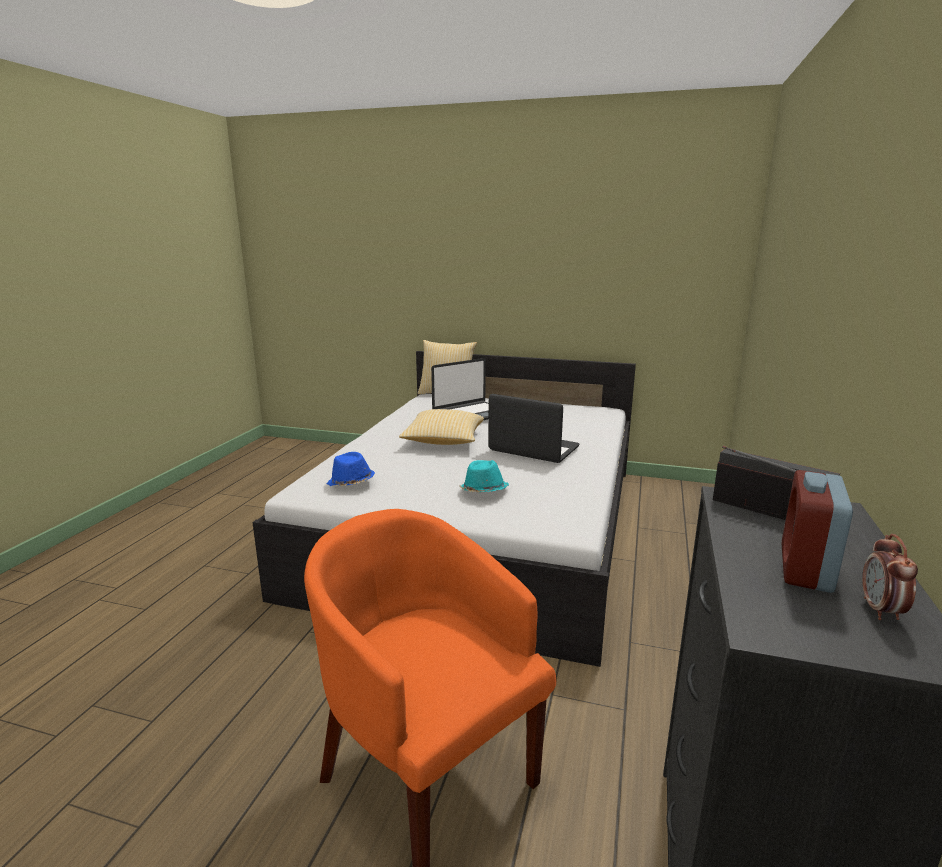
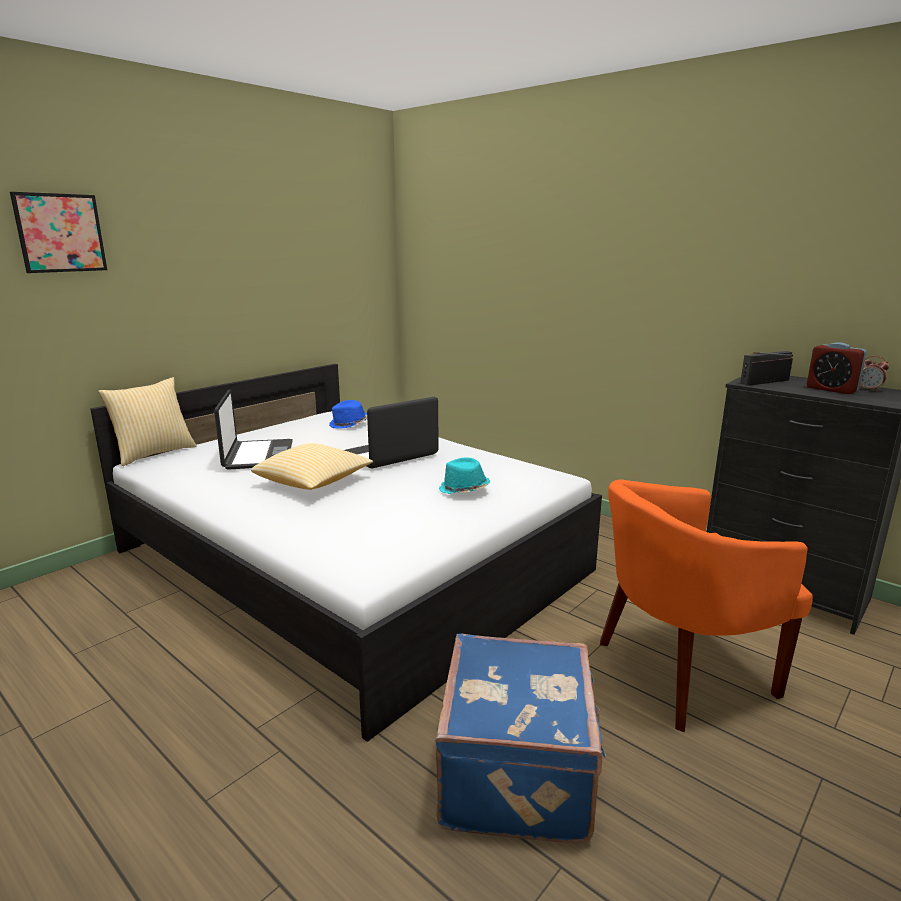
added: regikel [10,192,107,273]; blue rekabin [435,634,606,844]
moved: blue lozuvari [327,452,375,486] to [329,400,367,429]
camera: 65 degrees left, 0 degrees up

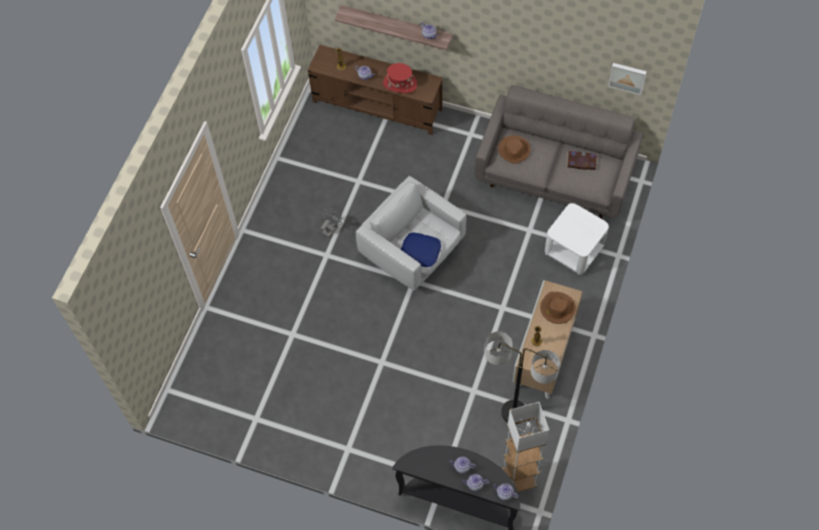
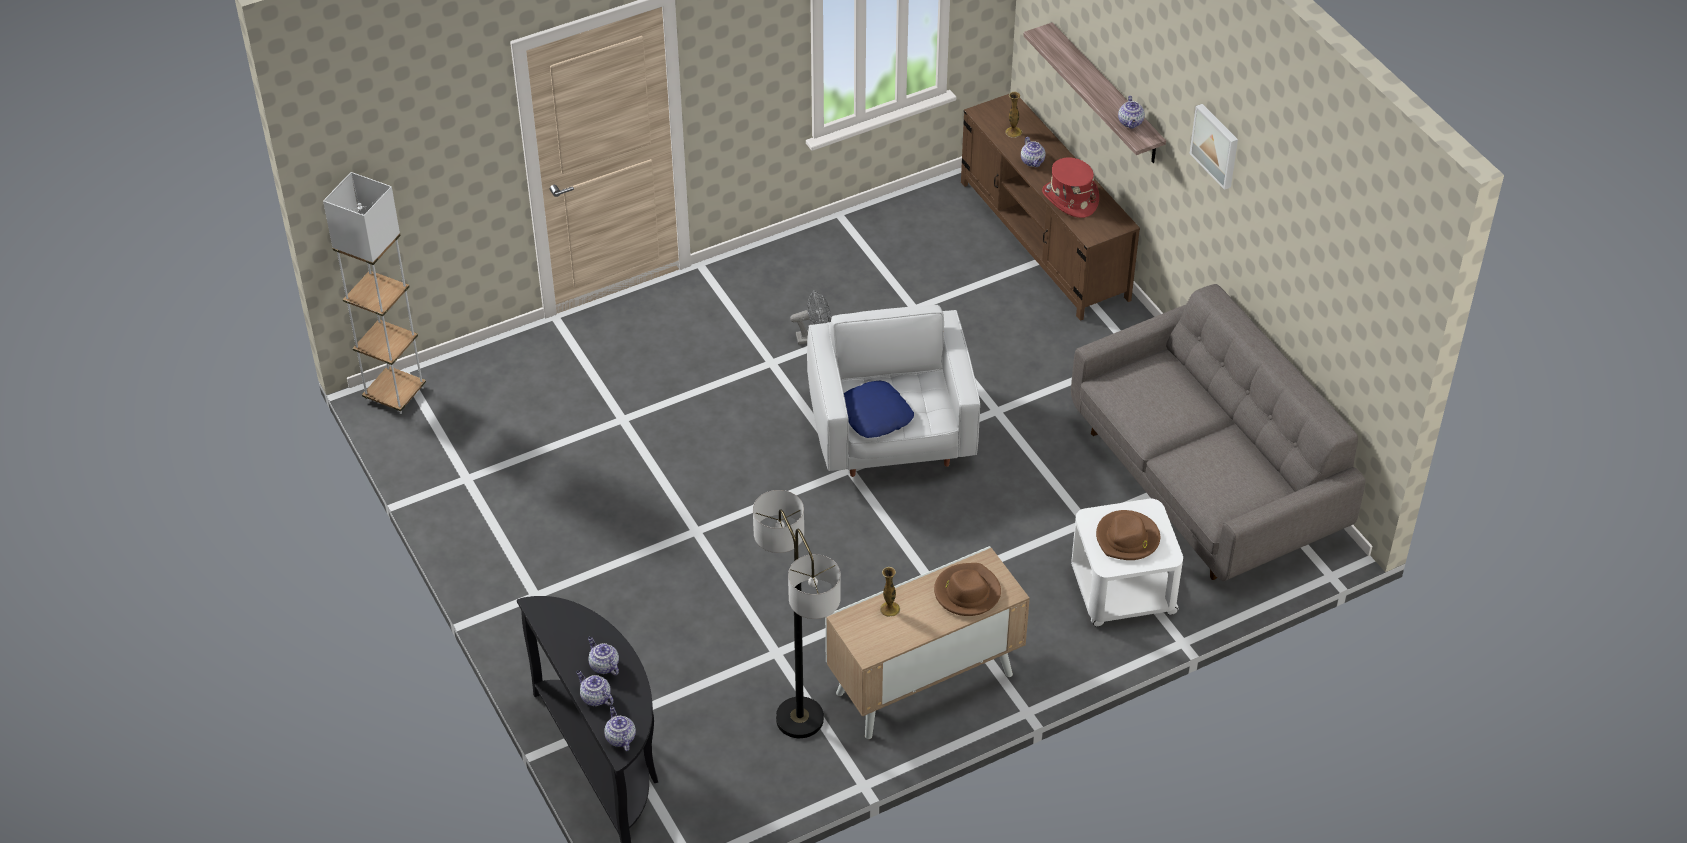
removed: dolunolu [567,151,597,170]
moved: regikel [608,63,647,95] to [1190,104,1238,190]; brown lozuvari [498,135,531,164] to [1096,510,1160,560]; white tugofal [502,402,549,492] to [323,172,426,414]
camera: 40 degrees right, 15 degrees down

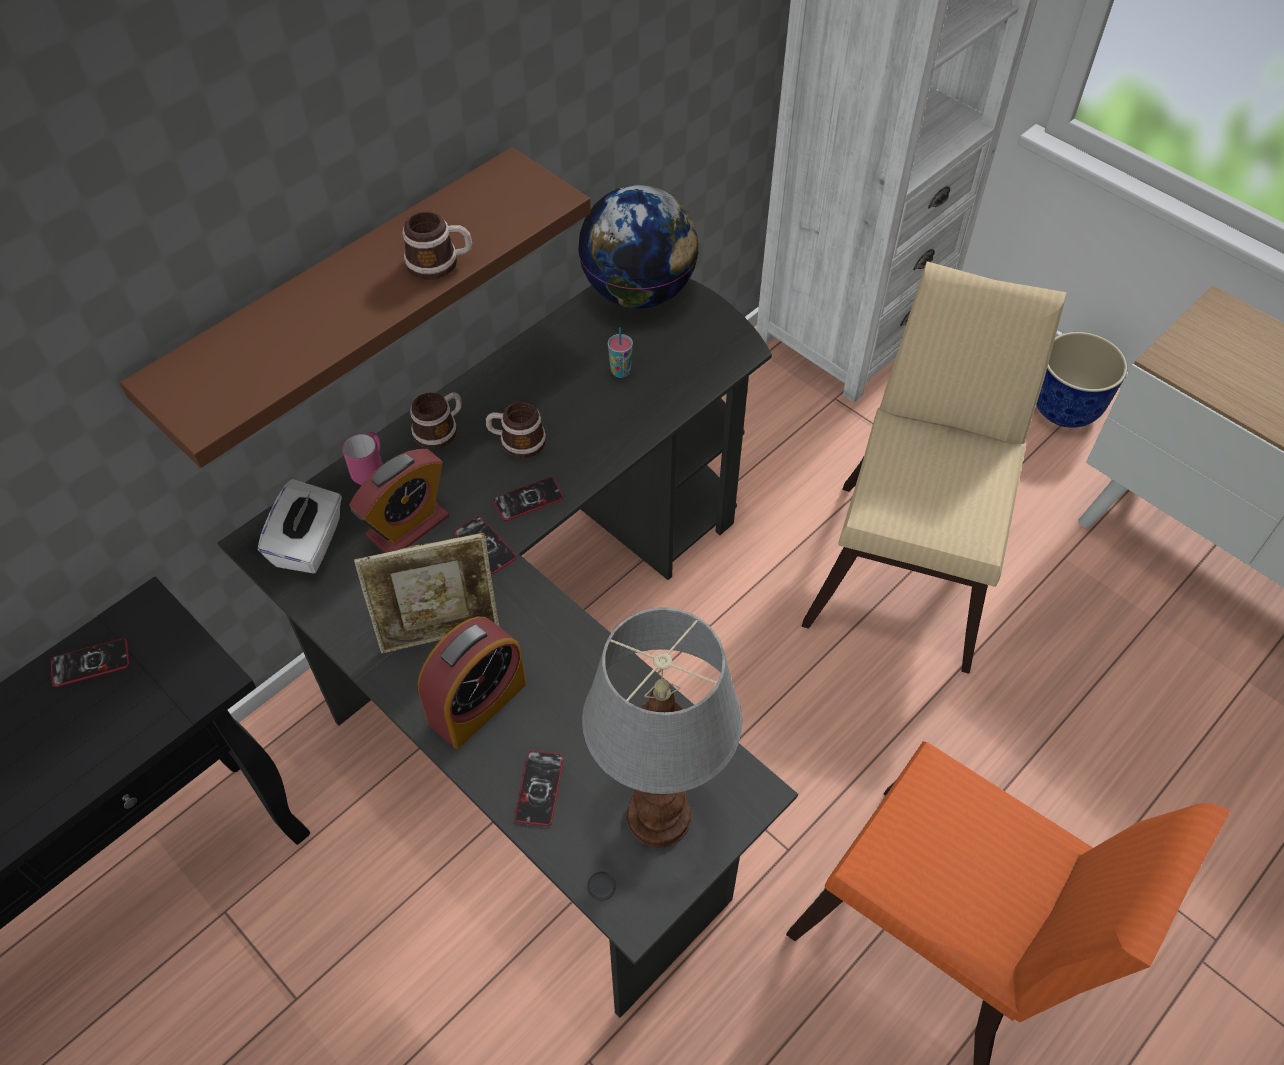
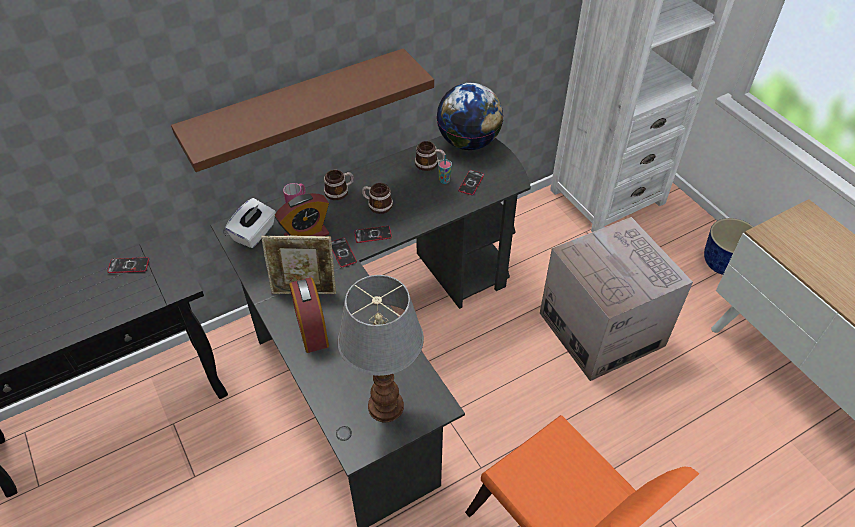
moved: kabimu [402,211,472,280] to [415,141,445,171]; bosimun [515,750,564,826] to [458,170,484,195]
replaced: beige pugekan [802,261,1066,674] to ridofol [540,217,693,381]
turned: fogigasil [417,617,526,749] = [289,277,329,353] 105 degrees clockwise
camera: 15 degrees right, 5 degrees down

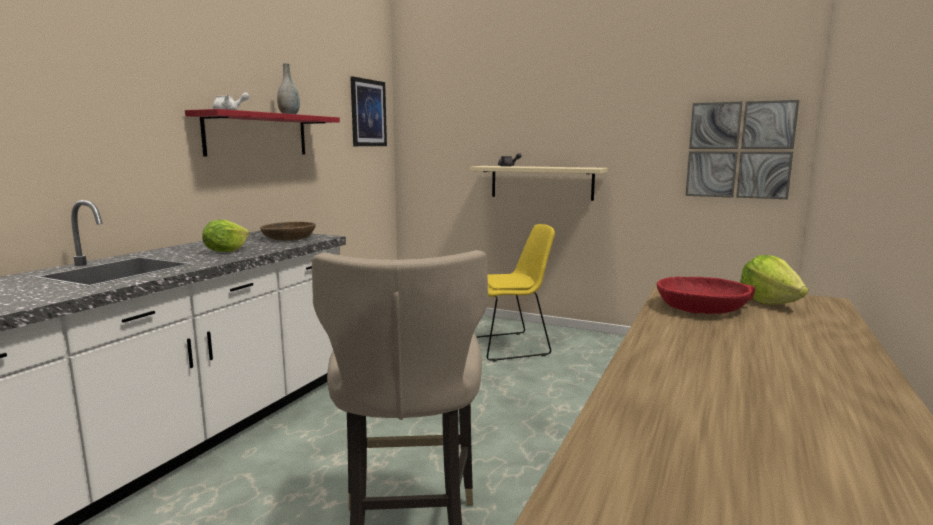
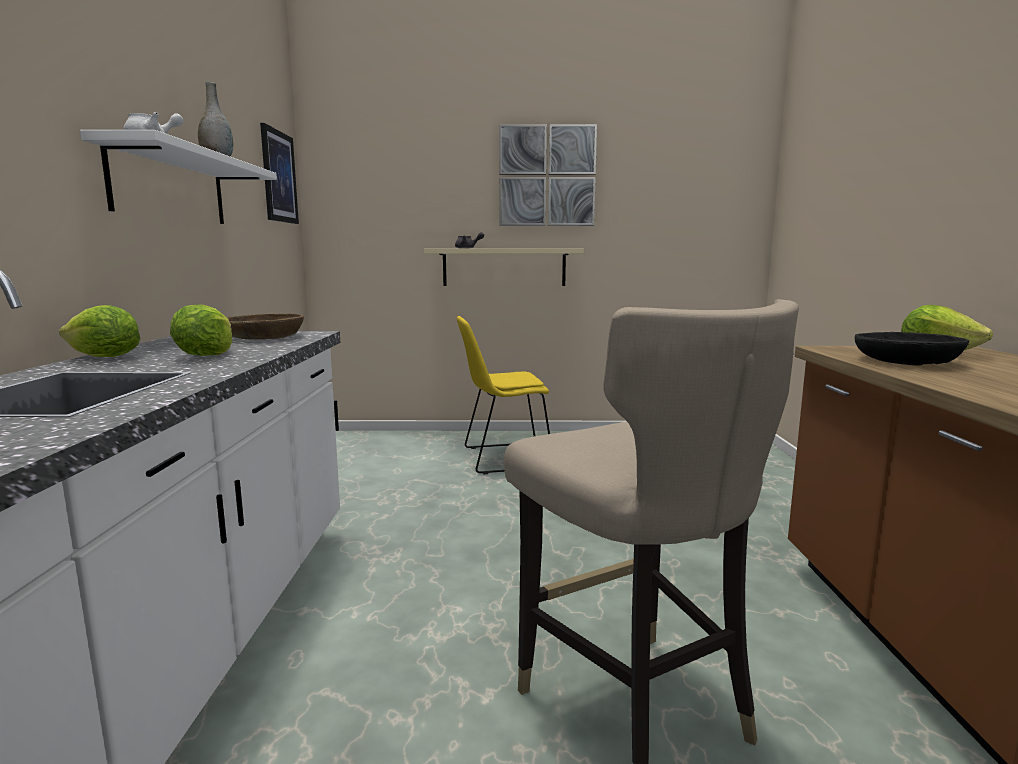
added: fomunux [59,305,141,357]
moved: regikel [685,100,799,199] to [499,124,597,226]
recoloured: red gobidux [185,109,340,156] to white gobidux [80,130,277,224]; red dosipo [657,277,755,314] to black dosipo [855,332,969,366]
turned: yellow pugekan [476,224,555,362] = [457,316,550,474] 150 degrees counterclockwise
camera: 25 degrees left, 0 degrees up

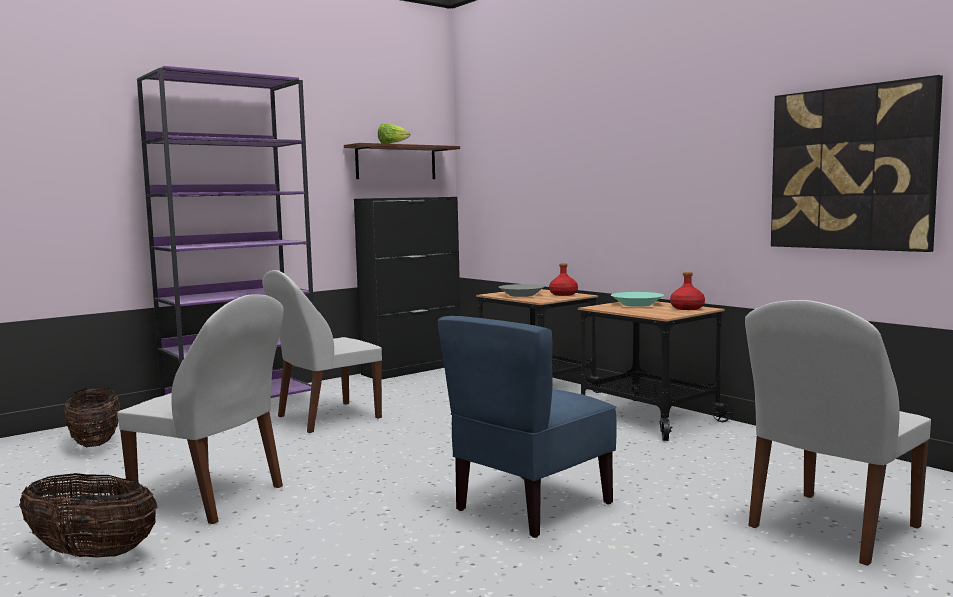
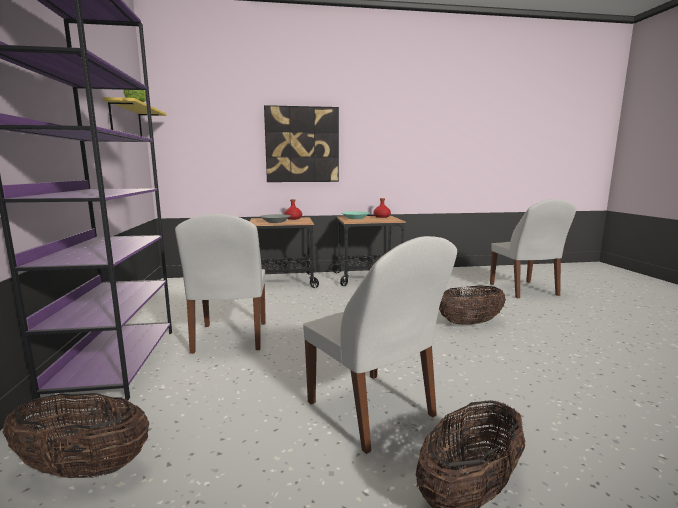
removed: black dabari [354,197,461,379]
moved: regikel [771,75,943,252] to [264,105,339,182]
replaced: blue pugekan [438,316,617,538] to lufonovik [439,285,506,325]
recoloured: brown gobidux [344,143,460,179] to yellow gobidux [103,97,167,137]
turned: white pugekan [117,294,284,524] = [303,236,457,454] 90 degrees clockwise
camera: 60 degrees left, 5 degrees up

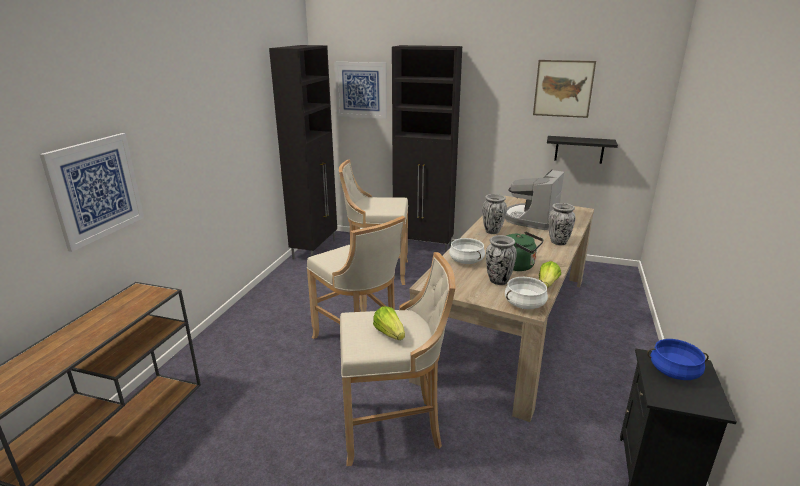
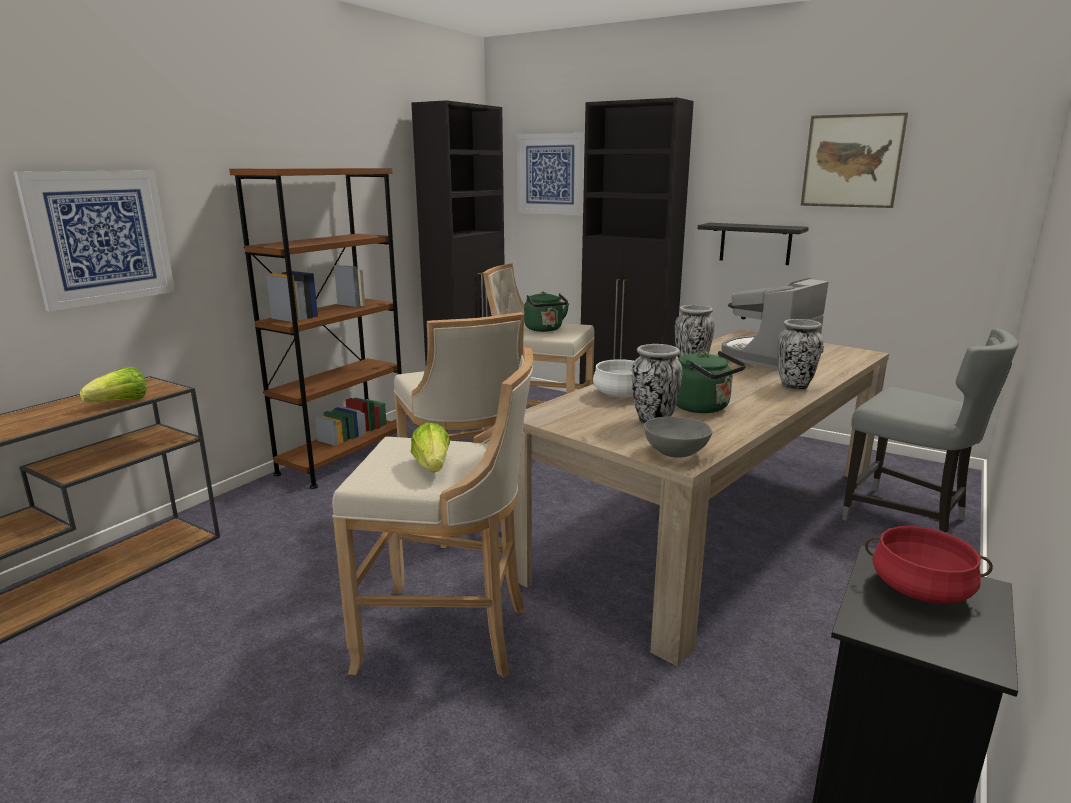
added: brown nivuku [229,168,402,489]; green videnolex [524,292,569,332]; grey pugekan [842,328,1018,533]
moved: black gobidux [547,136,618,164] to [698,223,809,265]; fomunux [539,261,561,288] to [79,367,147,402]
replaced: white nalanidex [505,277,548,309] to grey dosipo [644,416,713,458]
recoloured: blue nalanidex [647,339,709,380] to red nalanidex [865,526,993,604]
camera: 15 degrees right, 5 degrees down

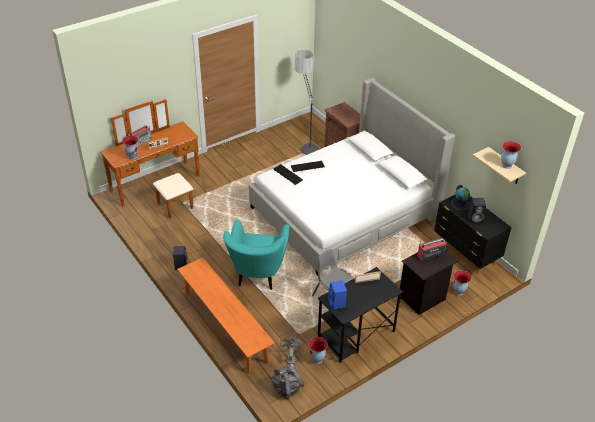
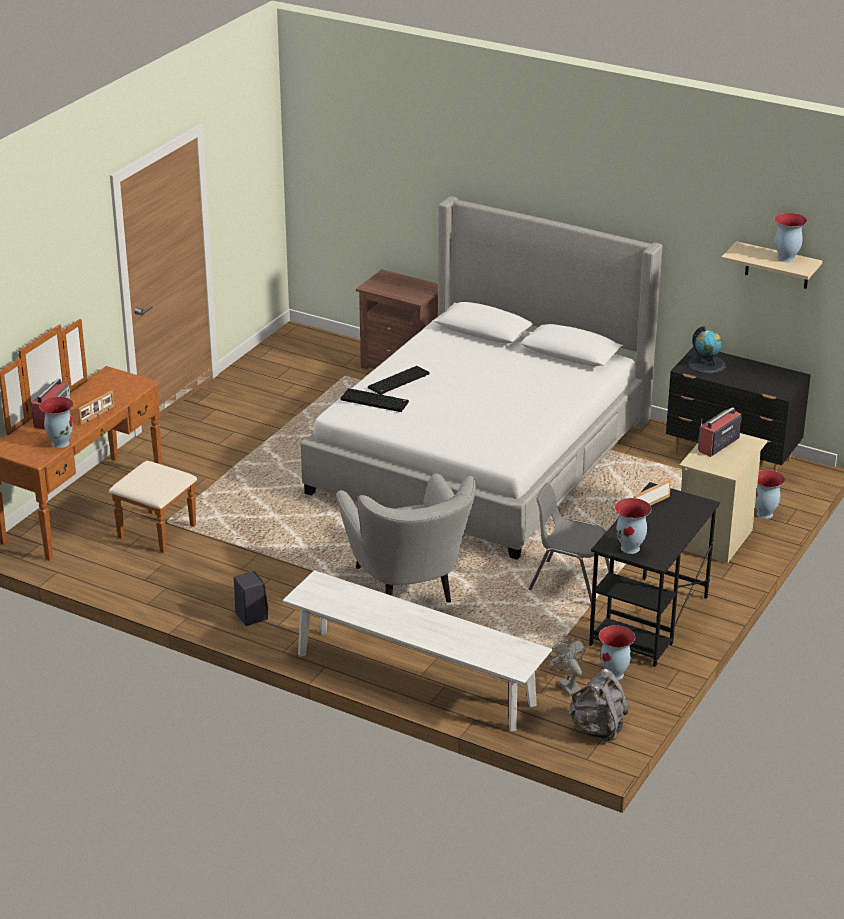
removed: tugofal [294,50,319,155]; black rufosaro [468,198,486,223]
replaced: blue rufosaro [328,281,347,310] to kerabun [615,498,652,554]
recoloured: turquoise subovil [223,220,289,290] to grey subovil [336,473,476,603]; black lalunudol [400,250,458,315] to beige lalunudol [679,433,768,564]; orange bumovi [177,258,275,374] to white bumovi [282,570,552,731]
camera: 25 degrees left, 10 degrees down

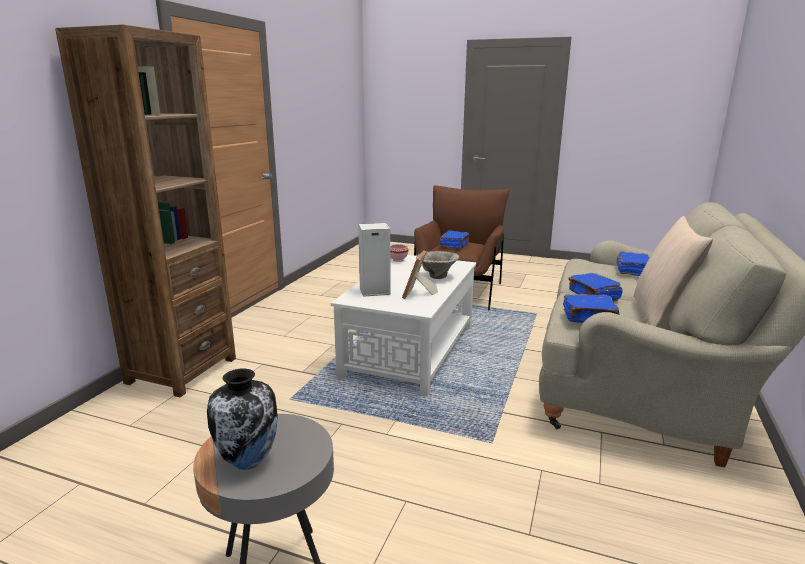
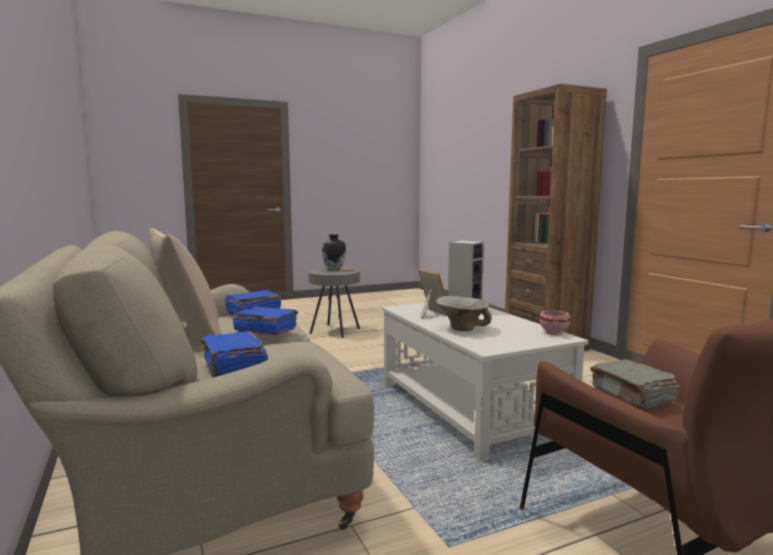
recoloured: blue dolunolu [440,230,469,249] to grey dolunolu [590,360,679,410]
camera: 135 degrees right, 10 degrees down

